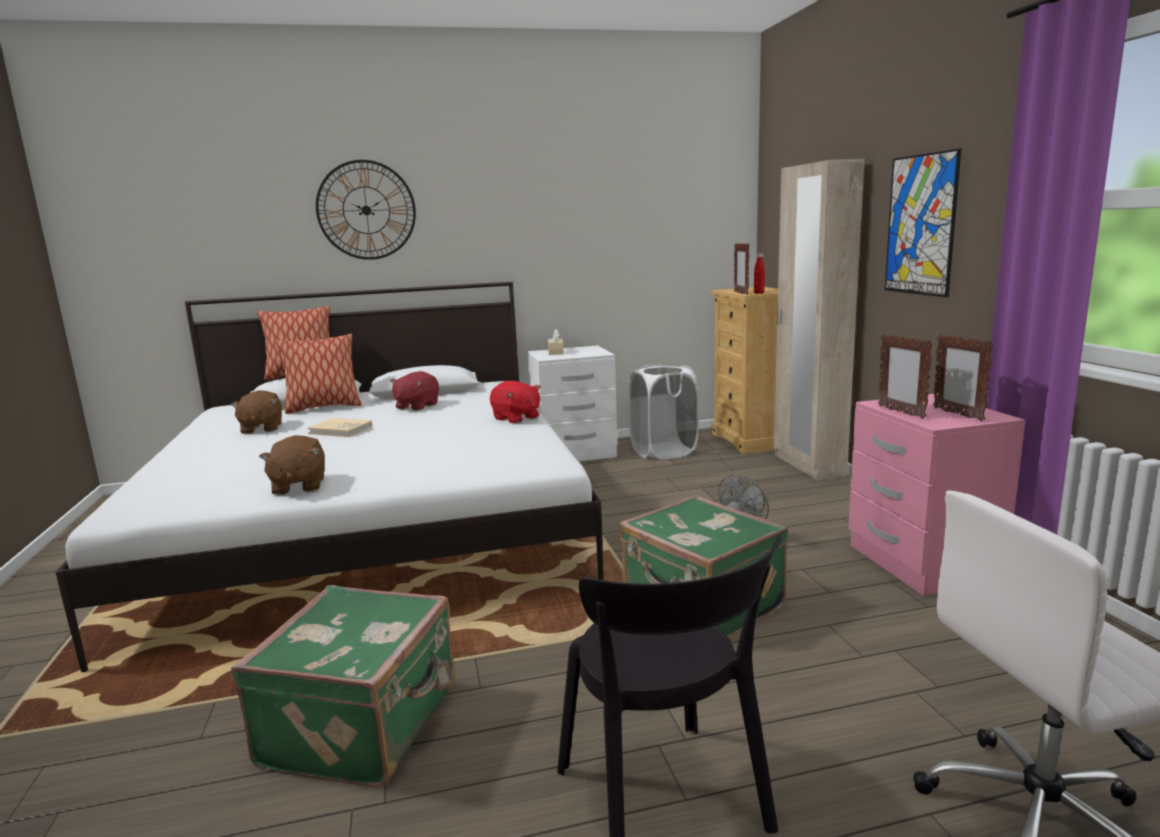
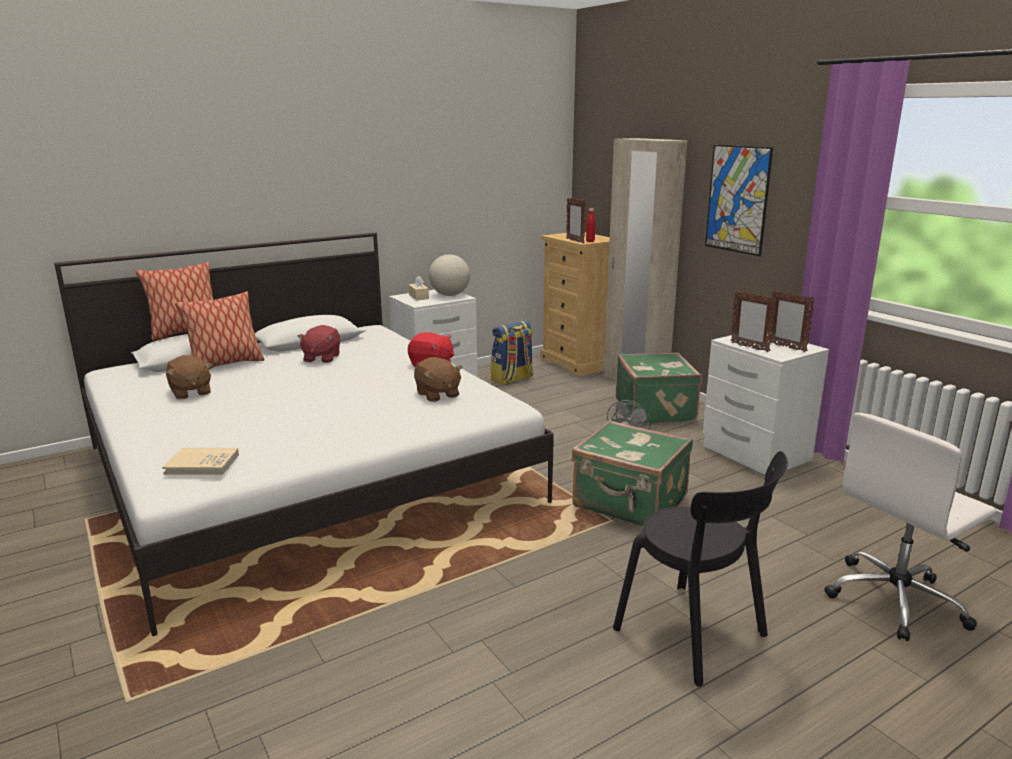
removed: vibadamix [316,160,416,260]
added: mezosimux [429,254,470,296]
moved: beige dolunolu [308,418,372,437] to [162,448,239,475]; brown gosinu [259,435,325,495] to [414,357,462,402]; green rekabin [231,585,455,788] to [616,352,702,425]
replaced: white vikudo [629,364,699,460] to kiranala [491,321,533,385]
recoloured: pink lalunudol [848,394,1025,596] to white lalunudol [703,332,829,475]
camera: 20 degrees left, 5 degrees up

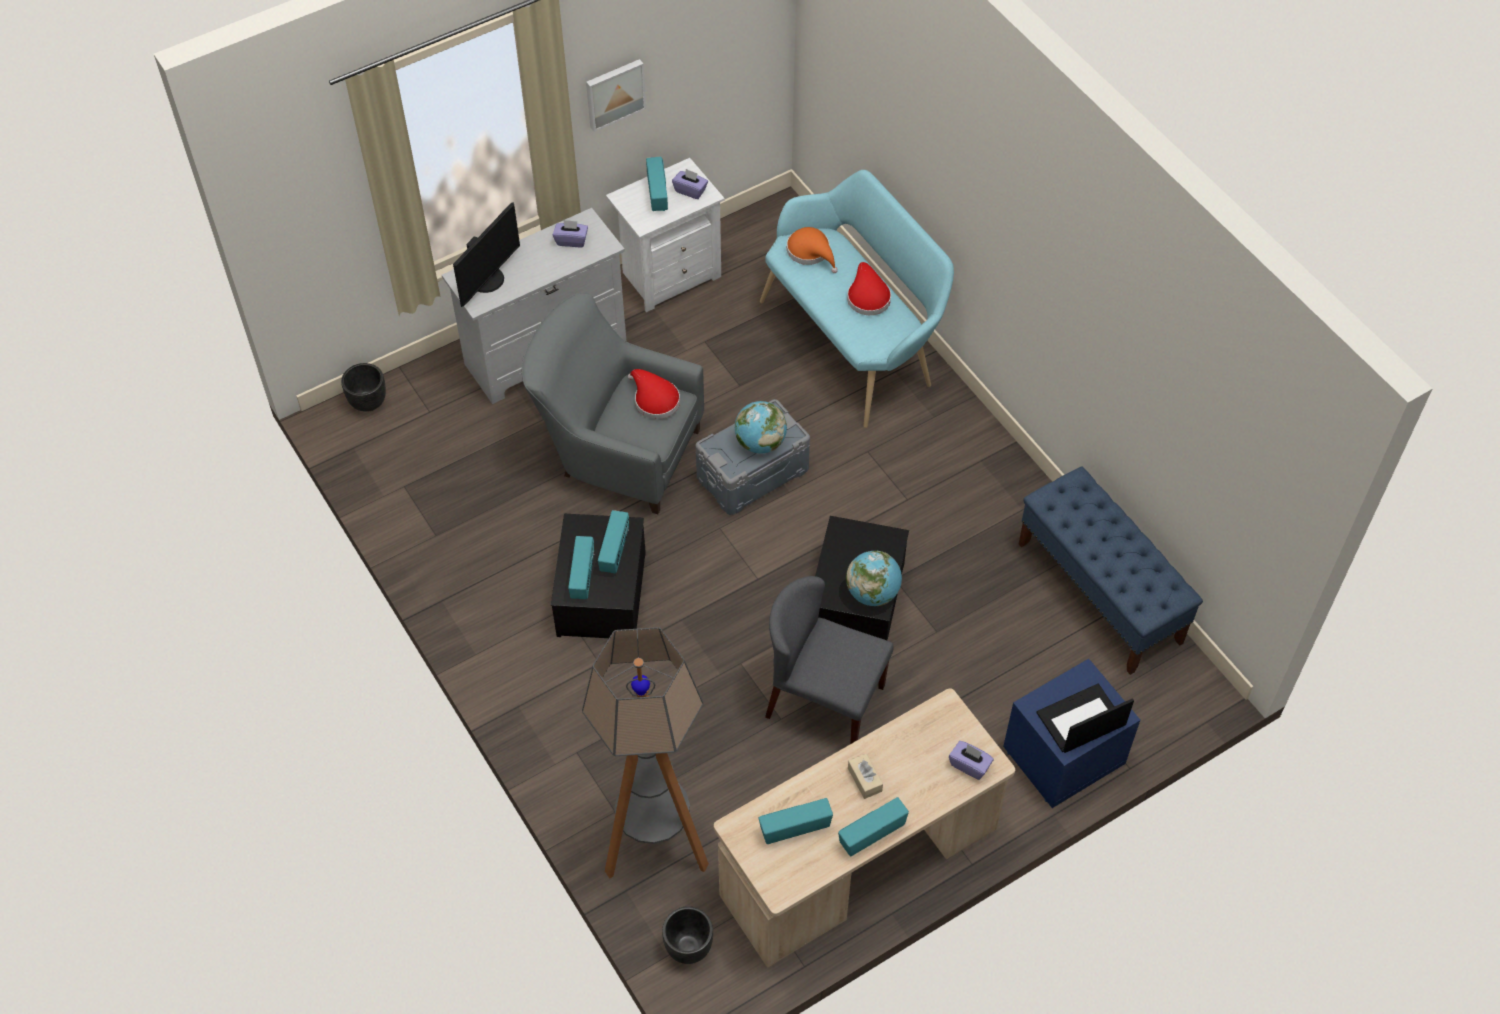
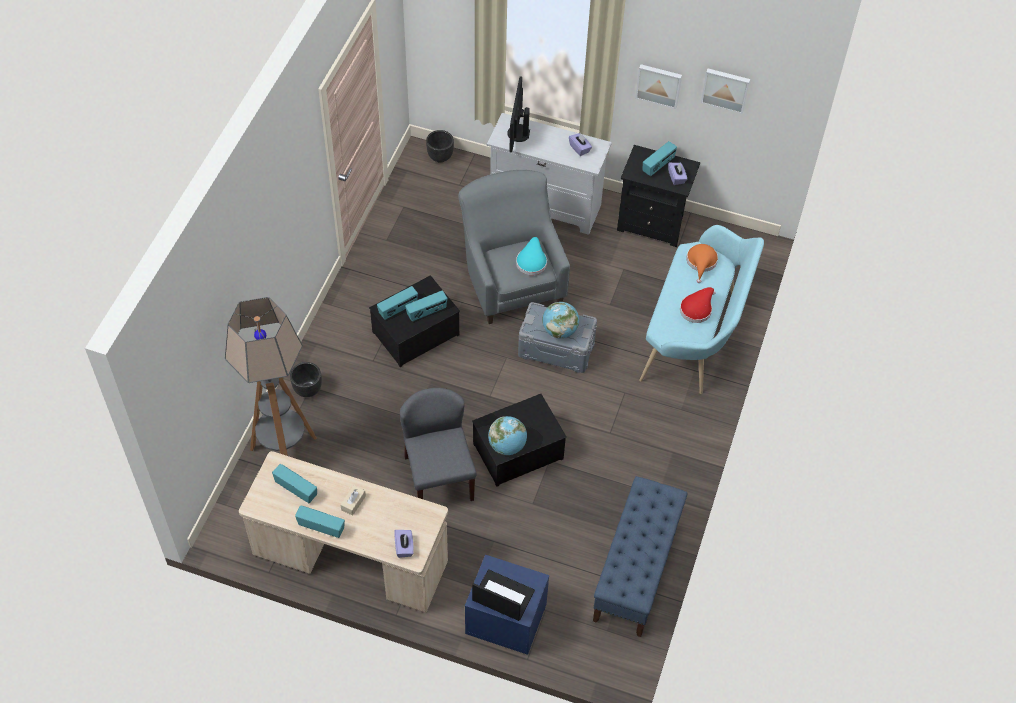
added: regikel [701,68,750,114]
moved: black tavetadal [662,906,713,964] to [290,362,322,397]
recoloured: white lalunudol [606,158,725,312] to black lalunudol [617,145,700,247]; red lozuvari [628,369,680,419] to turquoise lozuvari [516,237,547,275]
turned: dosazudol [453,202,520,307] = [507,76,530,153] 105 degrees clockwise
camera: 50 degrees right, 0 degrees up

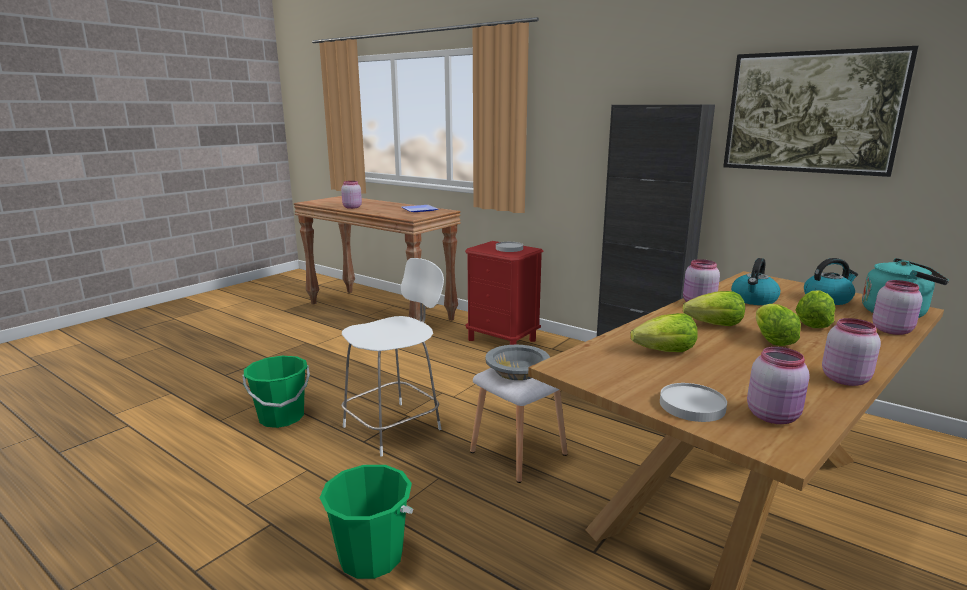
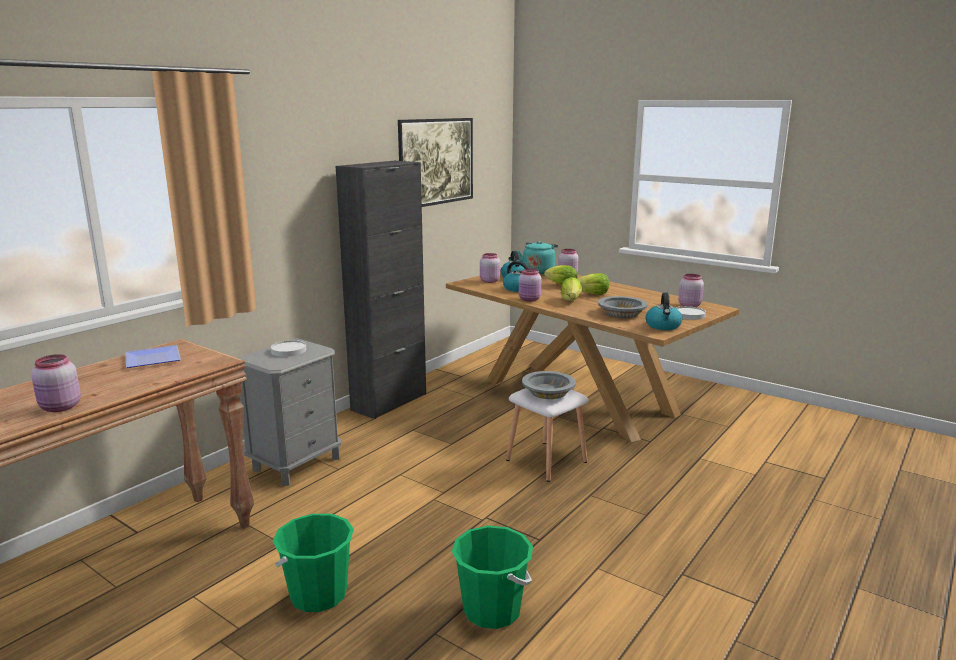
removed: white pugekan [341,258,444,456]
added: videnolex [645,292,682,330]
moved: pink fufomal [822,318,881,386] to [480,253,500,283]; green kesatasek [320,465,414,579] to [273,514,354,612]
replaced: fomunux [630,313,698,352] to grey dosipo [598,296,648,318]
recoloured: red lalunudol [465,241,544,345] to grey lalunudol [237,338,342,486]
camera: 90 degrees left, 0 degrees up

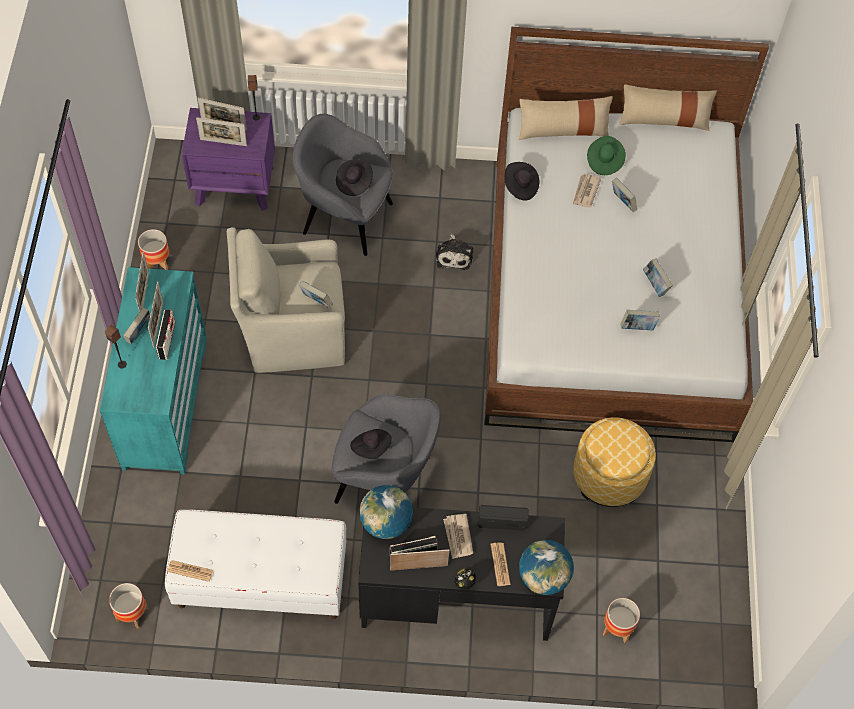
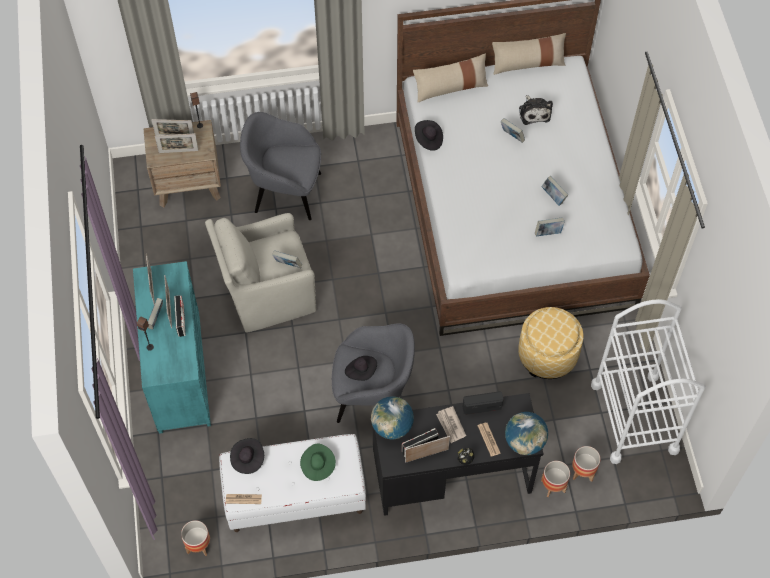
removed: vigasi [572,174,601,208]
added: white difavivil [591,299,705,464]
moved: green lozuvari [587,136,626,175] to [300,444,336,481]; black lozuvari [336,159,373,196] to [230,438,264,474]; tavetadal [138,229,169,270] to [541,461,570,497]; gosinu [436,233,473,270] to [519,95,553,125]
recoloured: purple lalunudol [181,108,275,211] to brown lalunudol [143,120,221,207]
camera: 10 degrees left, 0 degrees up

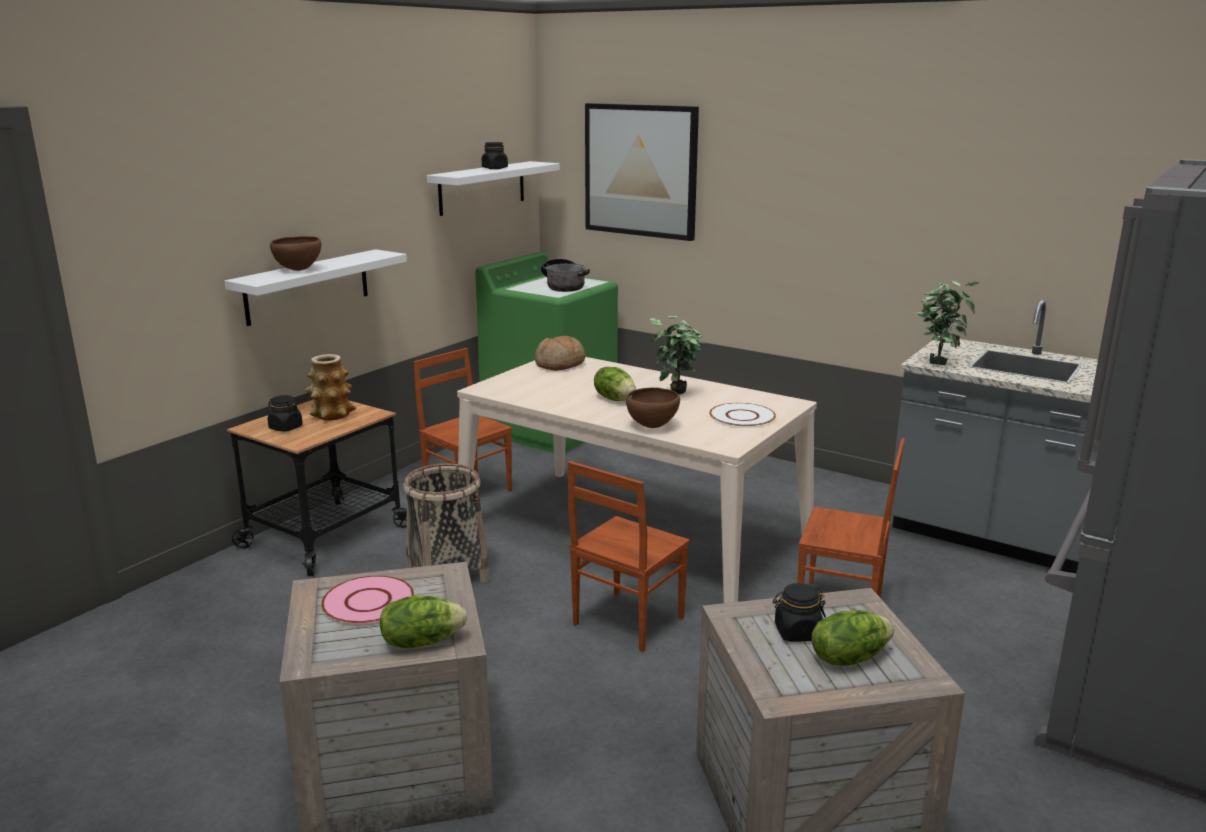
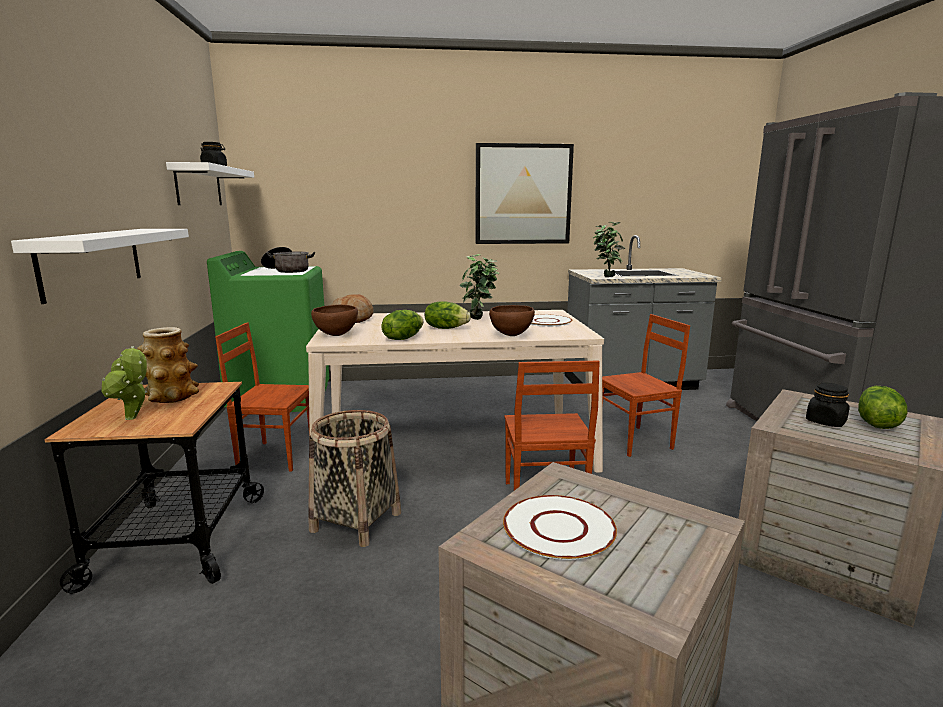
moved: regikel [585,103,699,241] to [476,143,574,244]; brown dosipo [270,236,321,271] to [311,305,358,336]; fomunux [380,595,467,648] to [381,310,423,340]
replaced: black fufomal [268,395,303,432] to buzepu [101,346,147,420]
recoloured: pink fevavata [321,575,414,624] to white fevavata [503,495,617,560]
camera: 40 degrees left, 5 degrees down

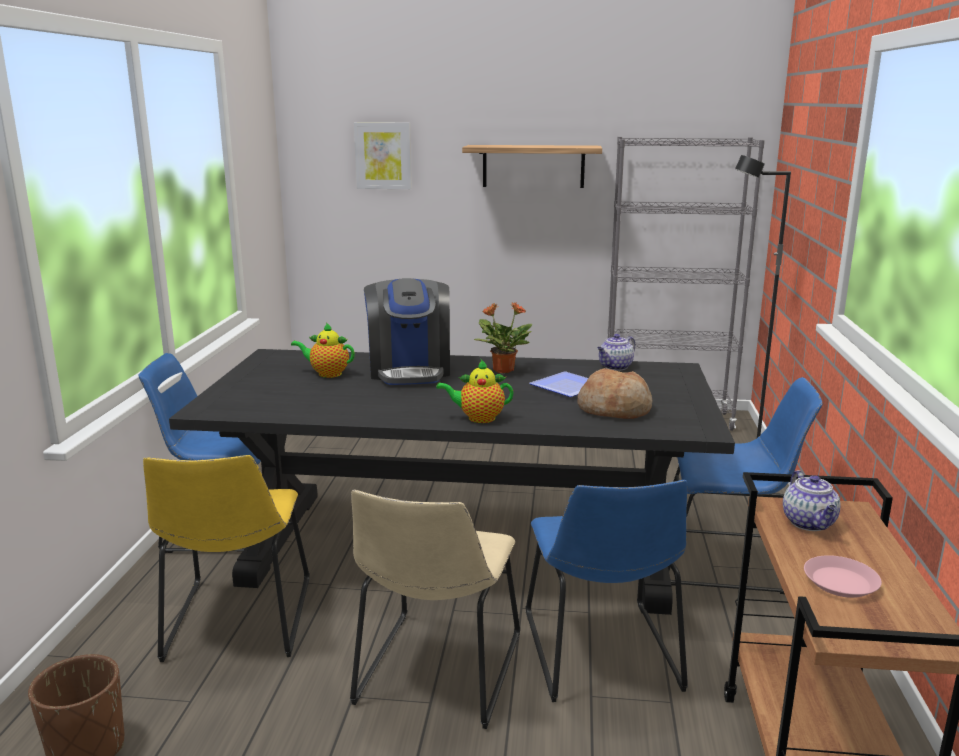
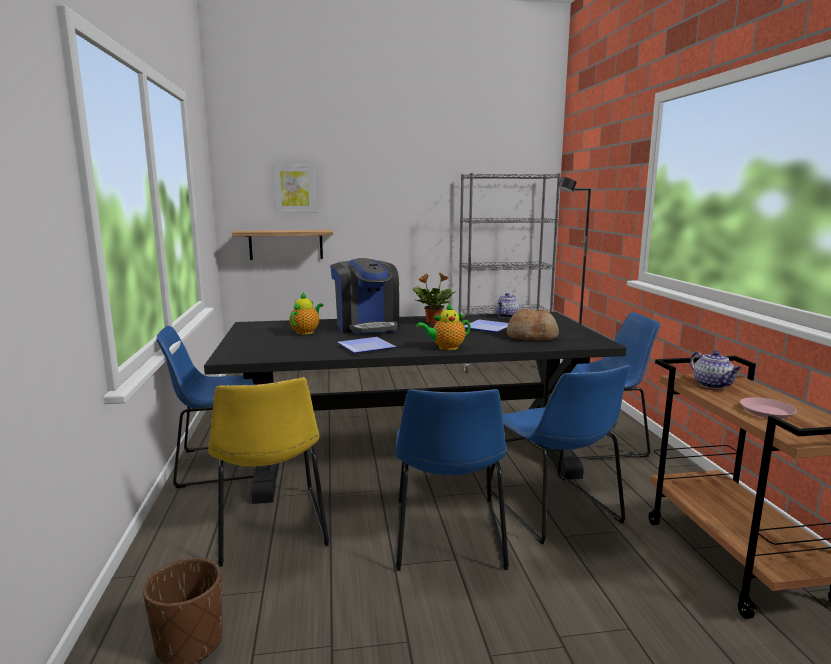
added: fevavata [338,337,396,353]
moved: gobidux [462,145,602,188] to [232,230,333,260]
recoloured: beige pugekan [350,490,520,729] to blue pugekan [395,389,509,571]
turned: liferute [291,322,355,378] = [289,292,323,335] 120 degrees clockwise
camera: 15 degrees left, 5 degrees down

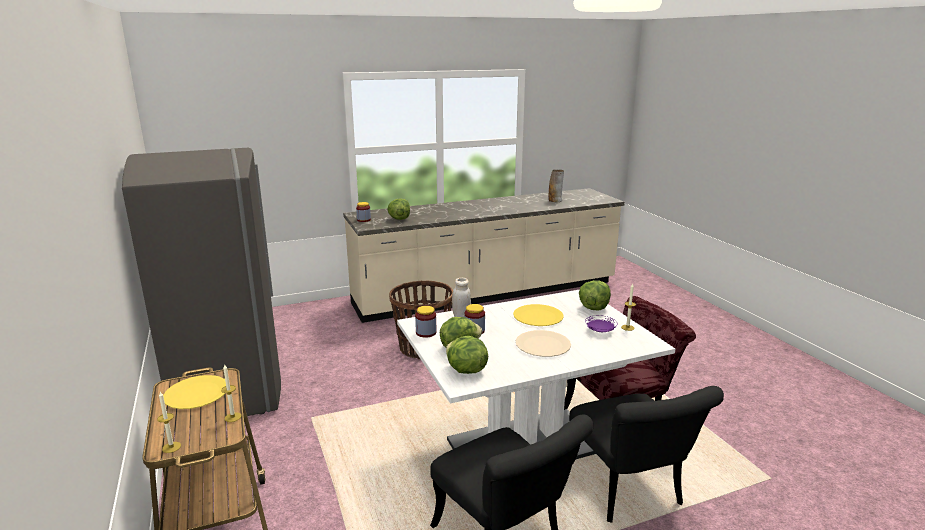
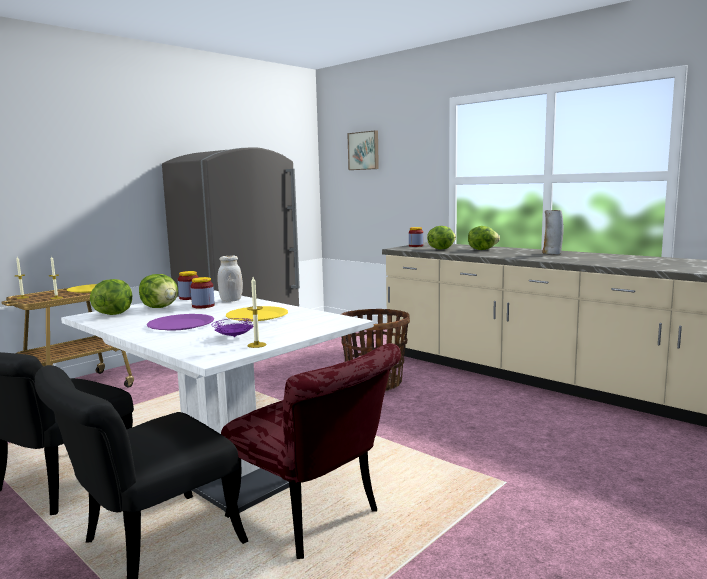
added: regikel [347,130,379,170]
moved: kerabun [549,170,564,202] to [542,210,563,254]; fomunux [579,280,611,311] to [468,226,500,250]
recoloured: beige fevavata [516,330,571,357] to purple fevavata [147,314,214,331]
camera: 65 degrees right, 10 degrees down

